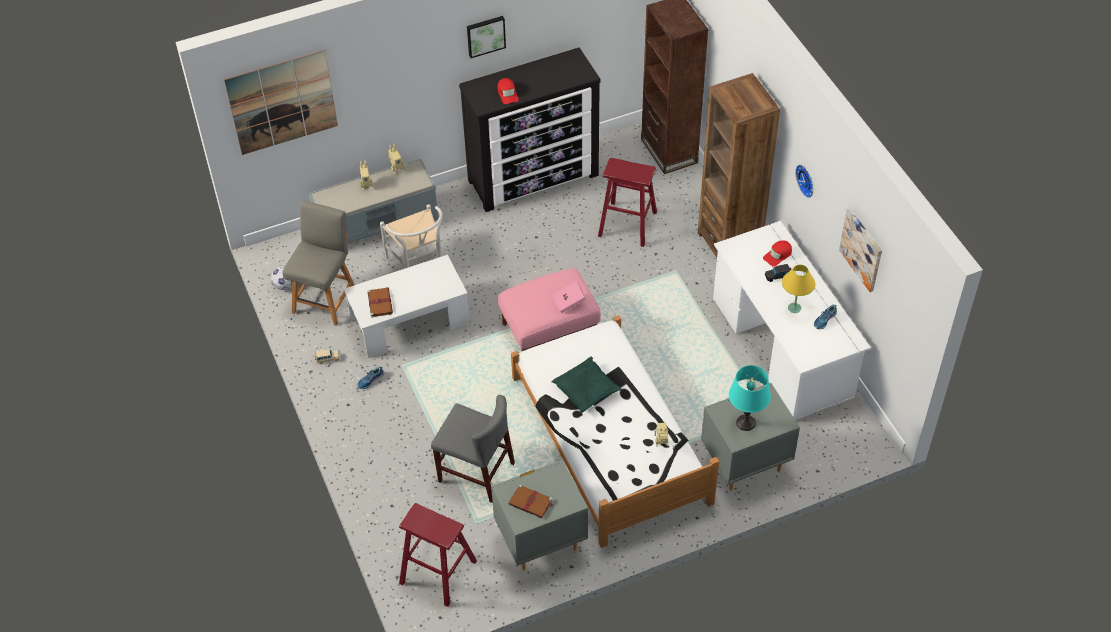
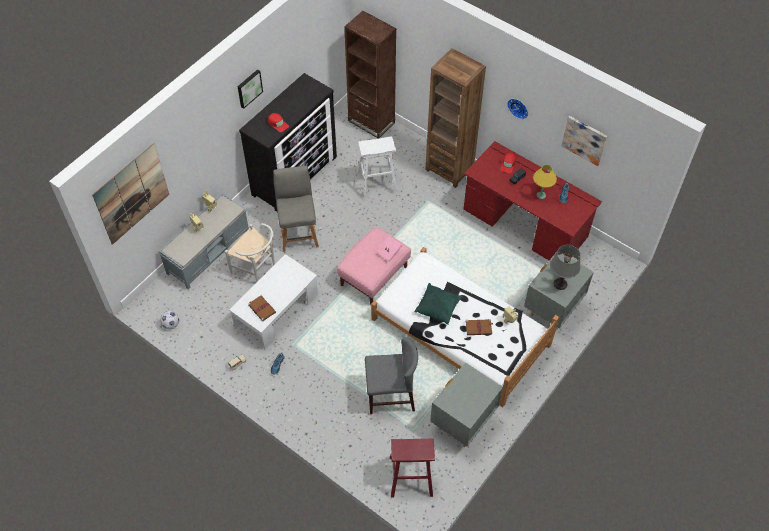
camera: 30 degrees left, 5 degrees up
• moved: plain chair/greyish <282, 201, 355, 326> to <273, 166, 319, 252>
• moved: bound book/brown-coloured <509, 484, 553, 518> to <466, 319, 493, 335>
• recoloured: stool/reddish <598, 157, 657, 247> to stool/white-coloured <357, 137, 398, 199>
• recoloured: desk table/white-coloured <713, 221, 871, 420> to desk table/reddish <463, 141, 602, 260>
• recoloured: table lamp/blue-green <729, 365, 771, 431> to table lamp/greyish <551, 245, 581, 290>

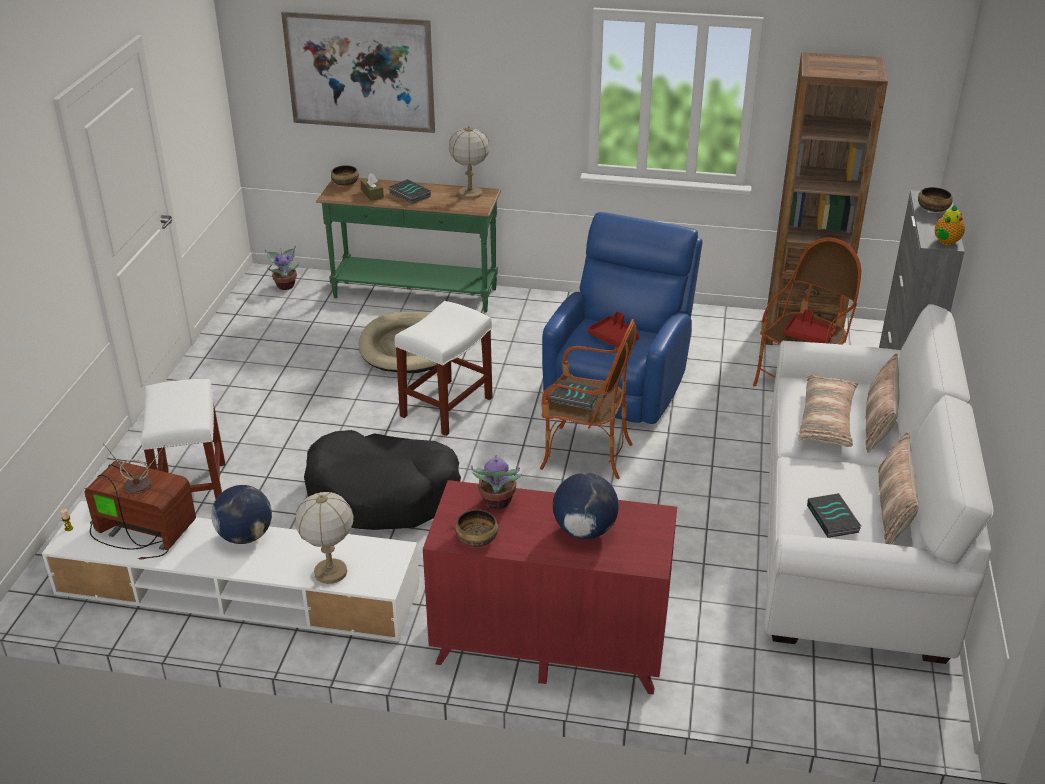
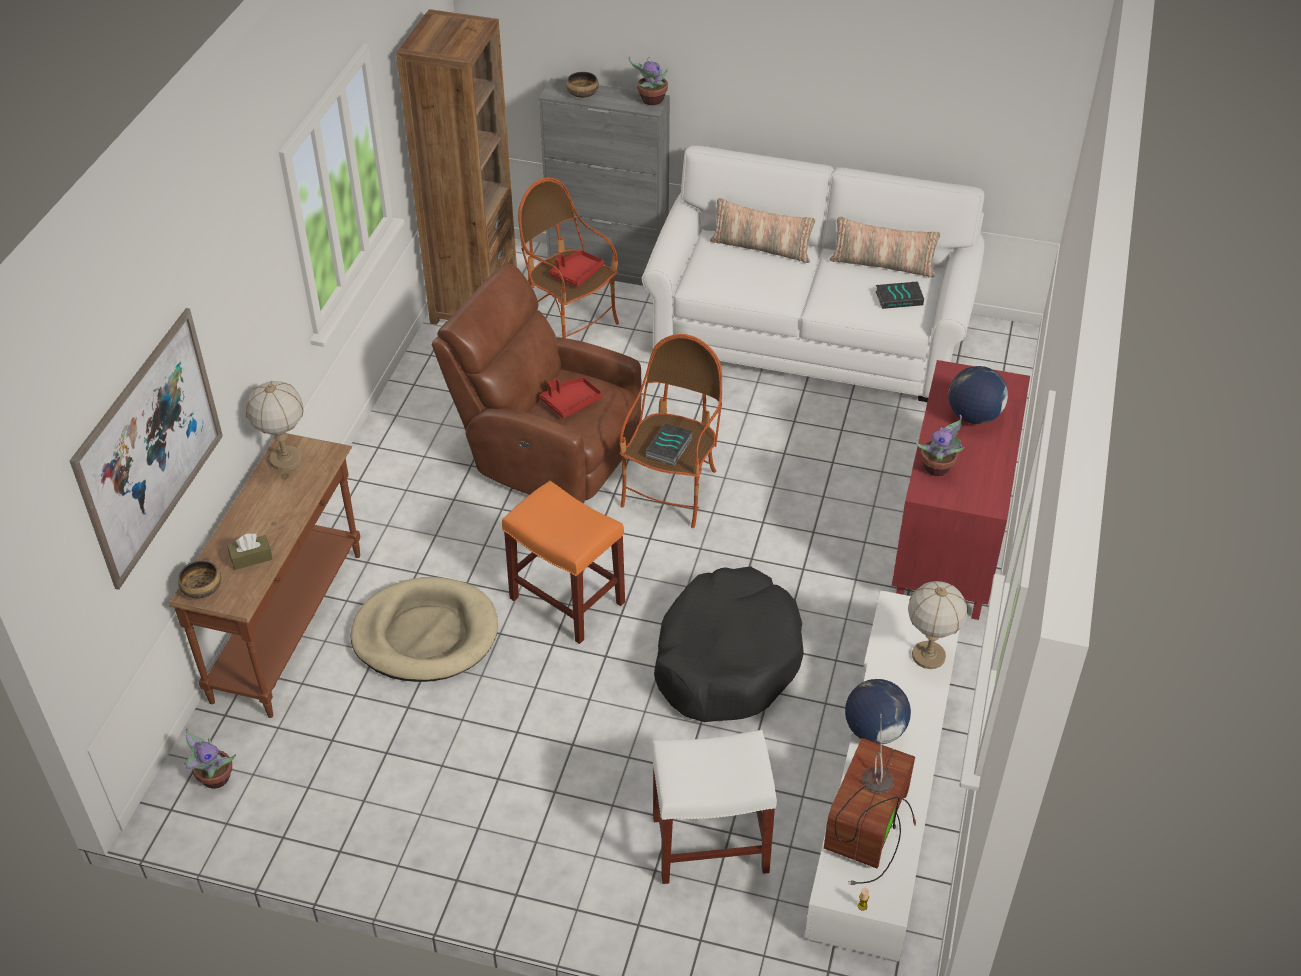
camera: 85 degrees left, 10 degrees up
• removed: bound book <389, 179, 431, 204>
• removed: bowl <455, 509, 498, 547>
• removed: pillow <798, 374, 858, 447>
• replaced: pot for tea <935, 205, 965, 245> to plant in a pot <629, 57, 668, 105>
• recoloured: narrow table/greenish <316, 178, 501, 313> to narrow table/brown-coloured <169, 433, 360, 718>
• recoloured: stool/white-coloured <395, 301, 493, 436> to stool/orange-coloured <502, 481, 625, 644>
• recoloured: easy chair/bluish <542, 212, 703, 424> to easy chair/brown-coloured <432, 264, 642, 504>

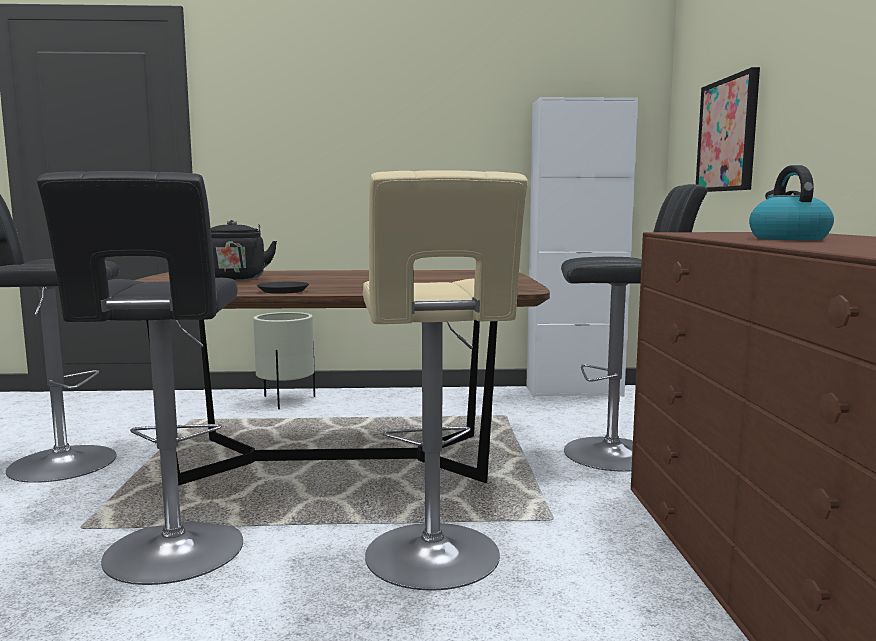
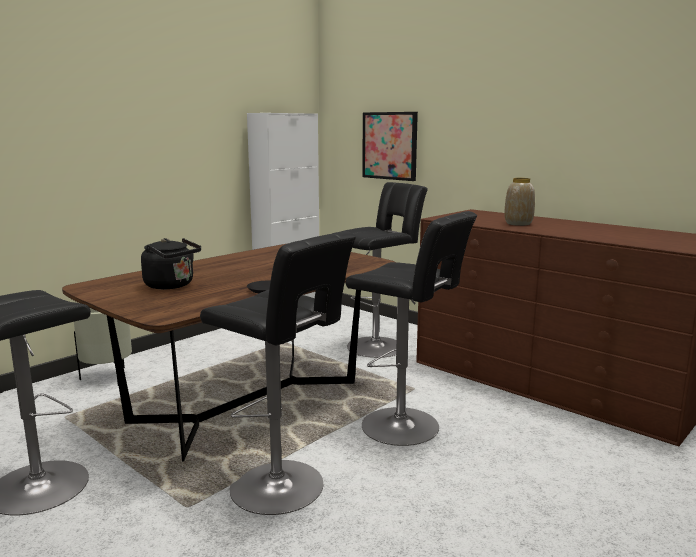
camera: 45 degrees left, 5 degrees up
• replaced: water kettle <749, 165, 834, 240> to vase <504, 178, 535, 226>
• recoloured: stool/sand-coloured <363, 170, 527, 590> to stool/blackish <346, 211, 477, 446>

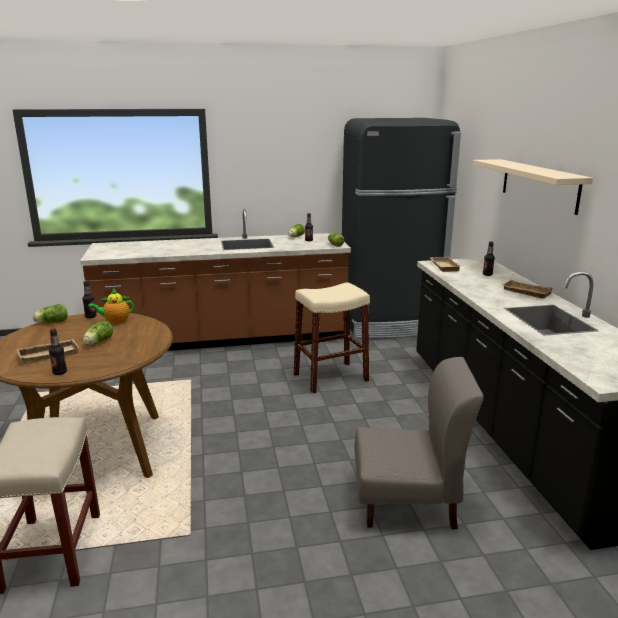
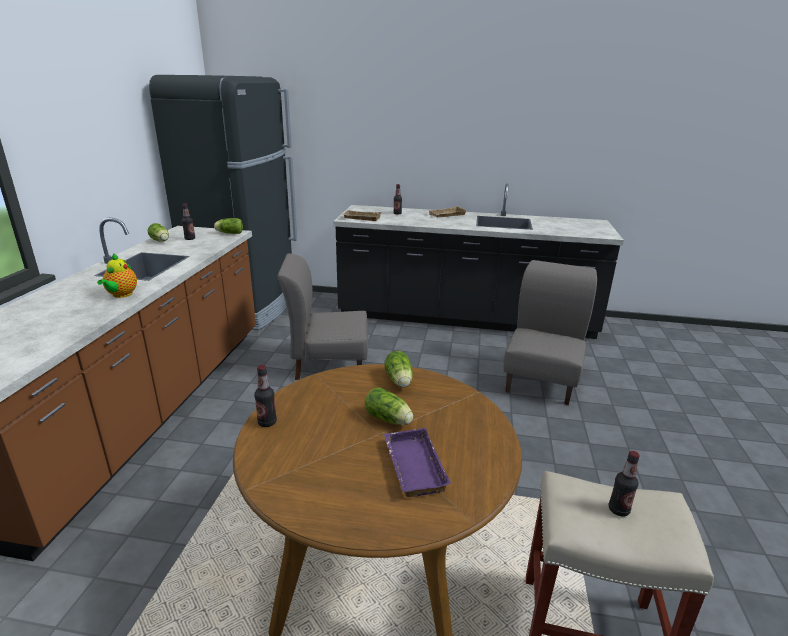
camera: 70 degrees left, 5 degrees up
• removed: wall shelf/sand-coloured <473, 159, 593, 215>
• moved: lettuce <33, 304, 67, 323> to <385, 351, 413, 387>
• moved: bottle <49, 328, 67, 375> to <608, 451, 640, 517>
• moved: pot for tea <88, 289, 134, 324> to <97, 253, 137, 298>
• replaced: stool/sand-coloured <294, 282, 370, 394> to plain chair/greyish <278, 254, 368, 380>
• recoloured: carrying tray/sand-coloured <17, 339, 79, 364> to carrying tray/purplish <384, 428, 451, 497>

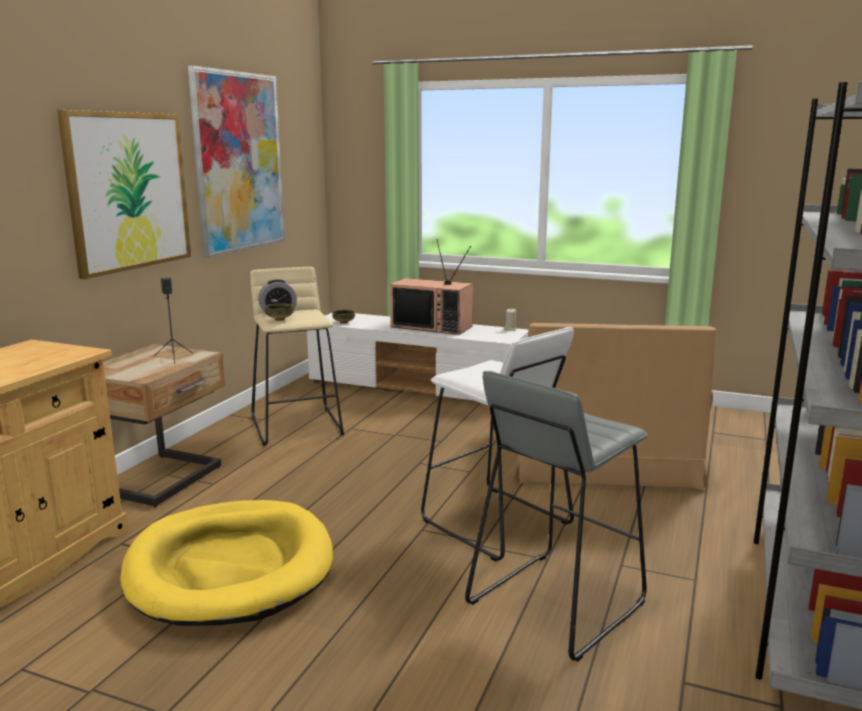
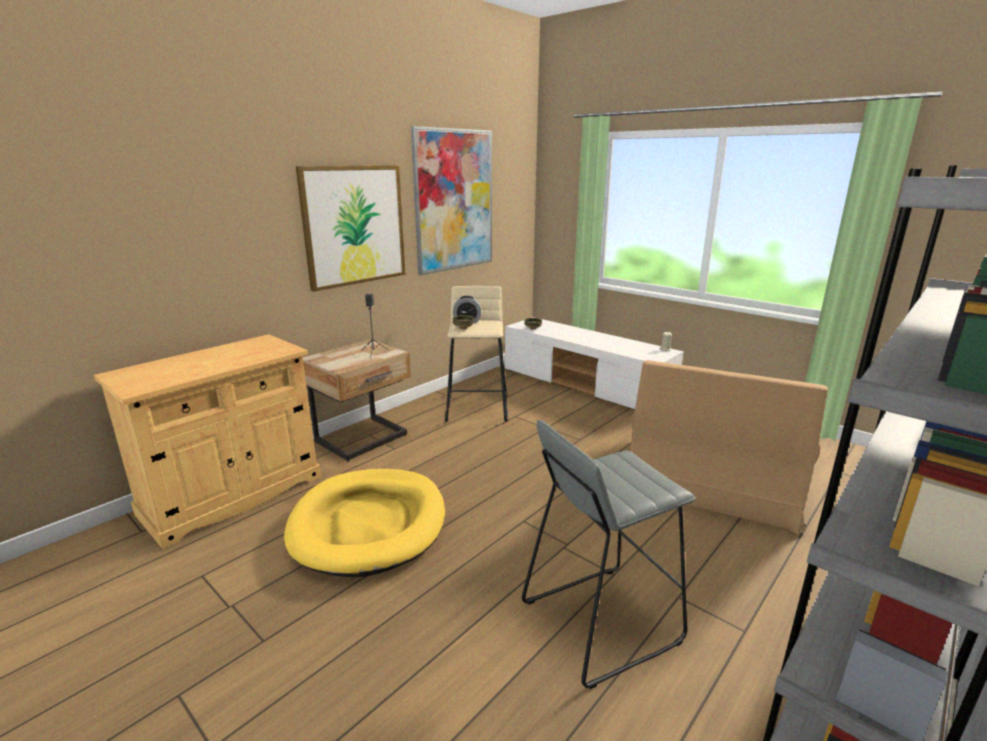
camera: 20 degrees right, 5 degrees up
• removed: TV set <390, 239, 473, 335>
• removed: stool/white-coloured <421, 327, 574, 562>

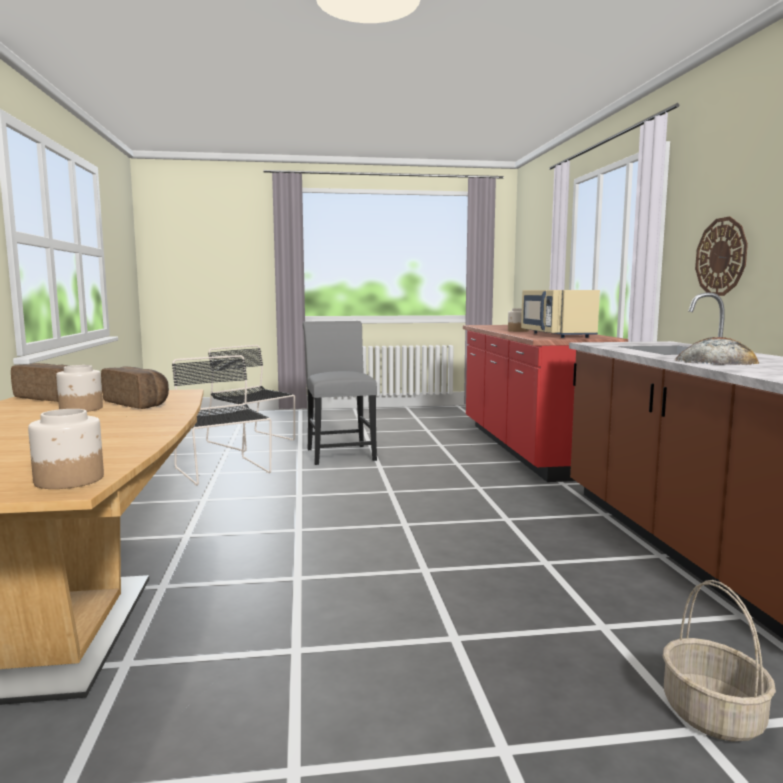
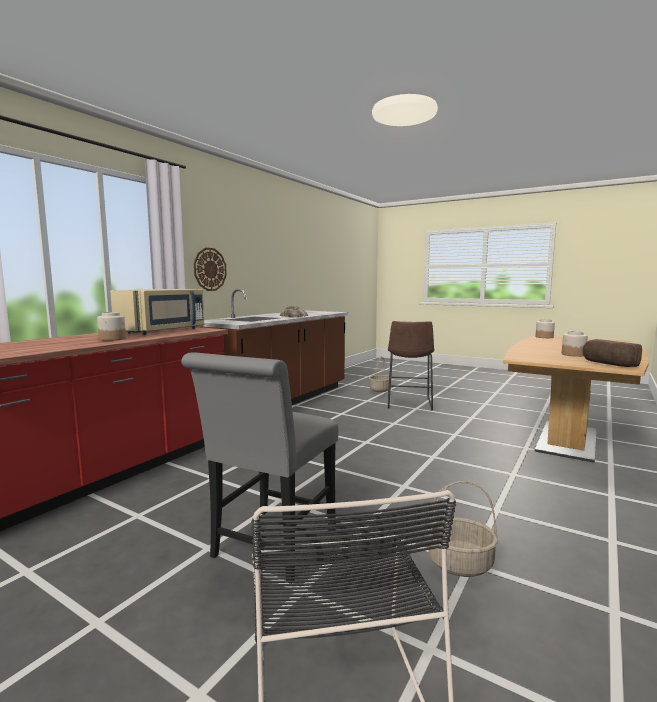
camera: 140 degrees left, 0 degrees up
• removed: baked bread <101, 367, 169, 409>
• added: stool/brown-coloured <388, 321, 434, 410>
• replaced: plain chair/blackish <172, 355, 271, 486> to basket <427, 481, 498, 577>

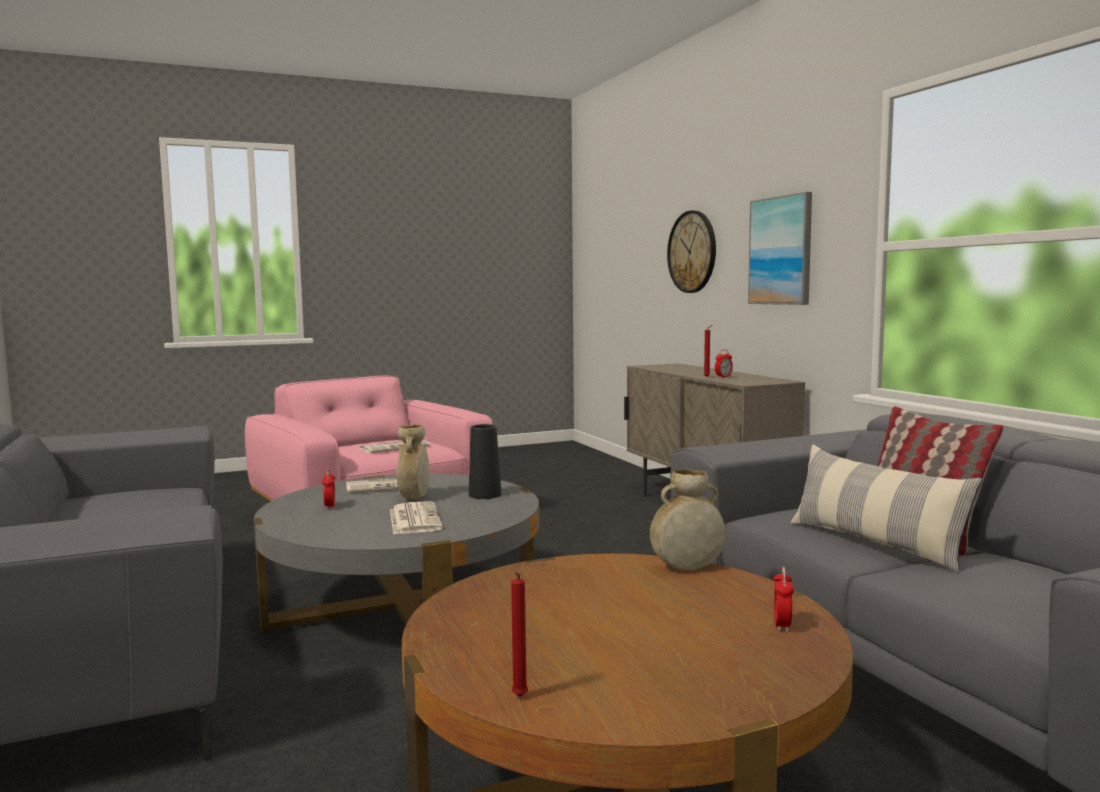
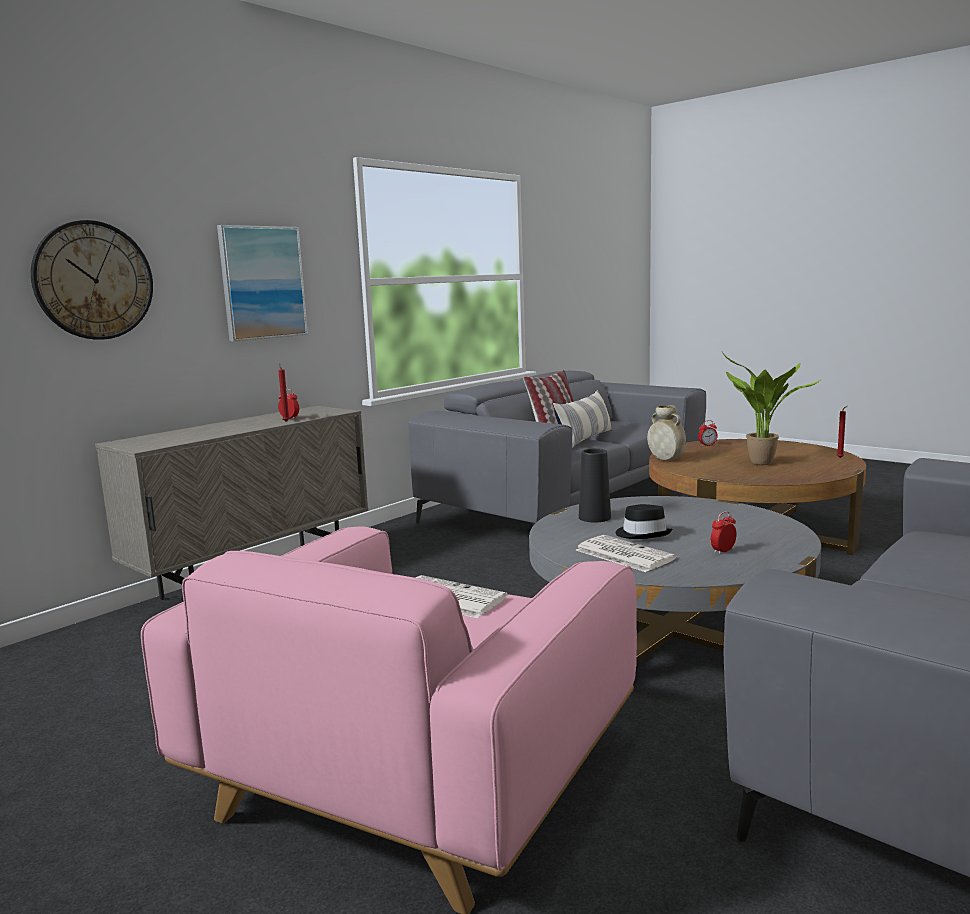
camera: 115 degrees left, 5 degrees up
• removed: newspaper <390, 501, 443, 535>
• added: plant in a pot <722, 352, 820, 465>
• replaced: vase/sand-coloured <396, 425, 429, 499> to wearable hat/blackish <616, 504, 672, 539>

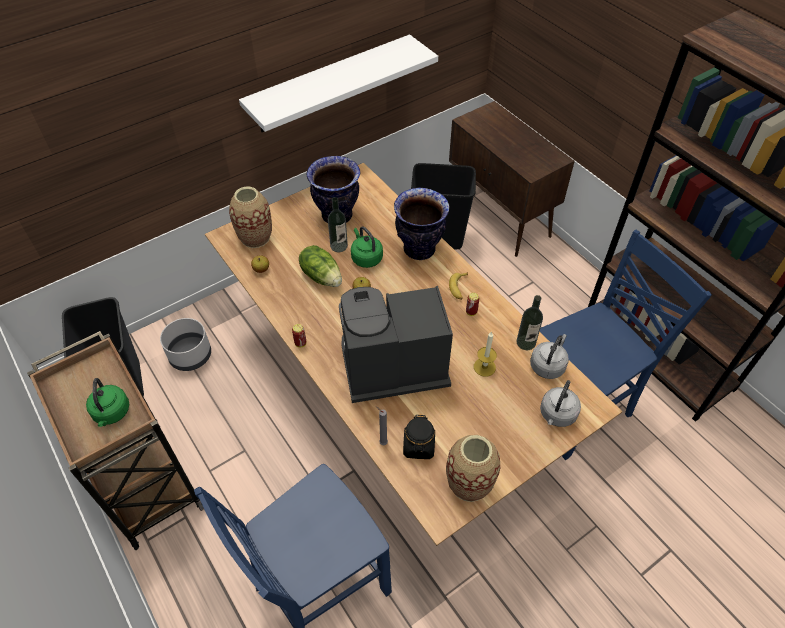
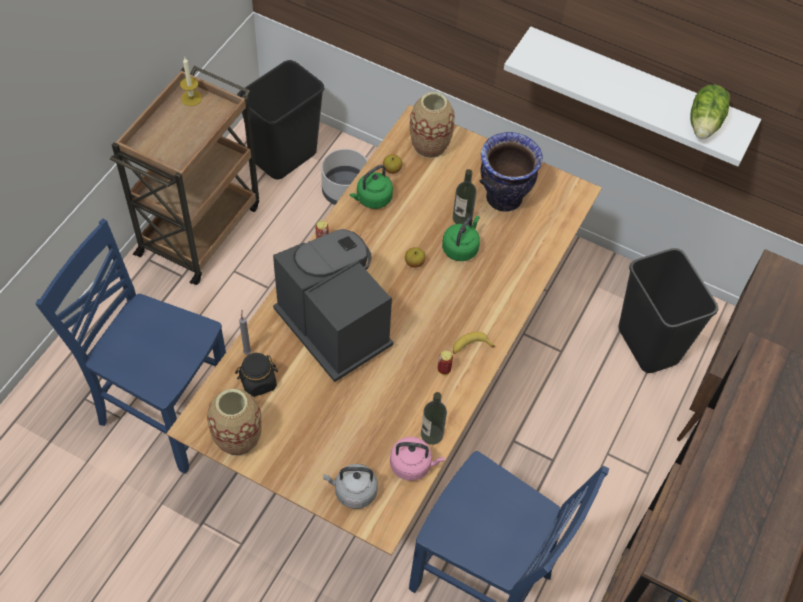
camera: 60 degrees right, 5 degrees up
• removed: vase <394, 188, 449, 260>
• moved: water kettle/greenish <86, 378, 129, 427> to <350, 165, 393, 209>
• moved: lettuce <299, 245, 342, 287> to <690, 85, 730, 139>
• moved: candle <474, 331, 497, 377> to <180, 58, 202, 106>
• recoloured: water kettle/greyish <530, 334, 569, 379> to water kettle/pink <390, 437, 445, 481>

